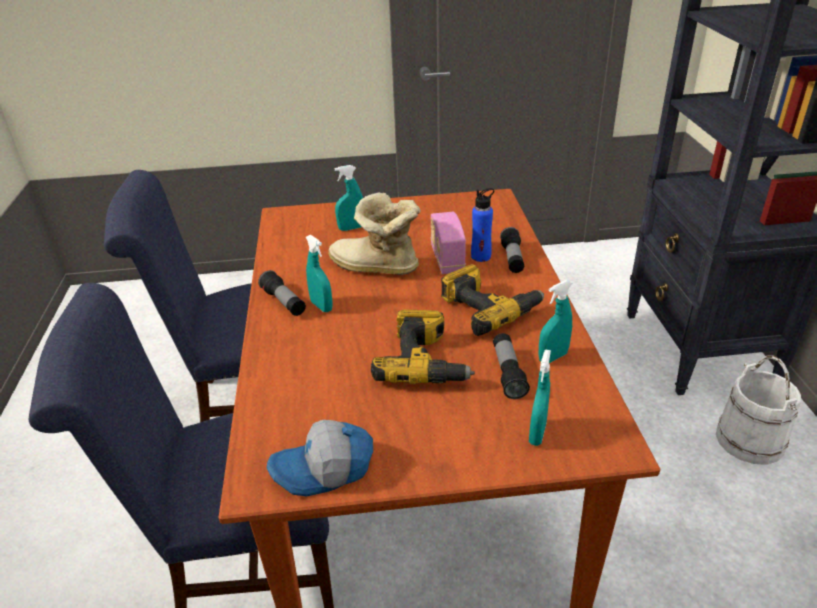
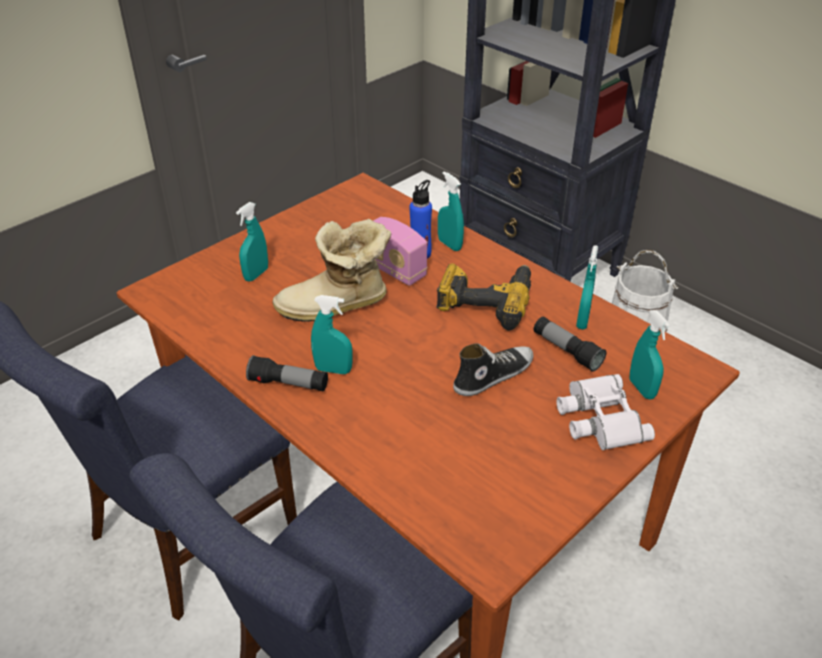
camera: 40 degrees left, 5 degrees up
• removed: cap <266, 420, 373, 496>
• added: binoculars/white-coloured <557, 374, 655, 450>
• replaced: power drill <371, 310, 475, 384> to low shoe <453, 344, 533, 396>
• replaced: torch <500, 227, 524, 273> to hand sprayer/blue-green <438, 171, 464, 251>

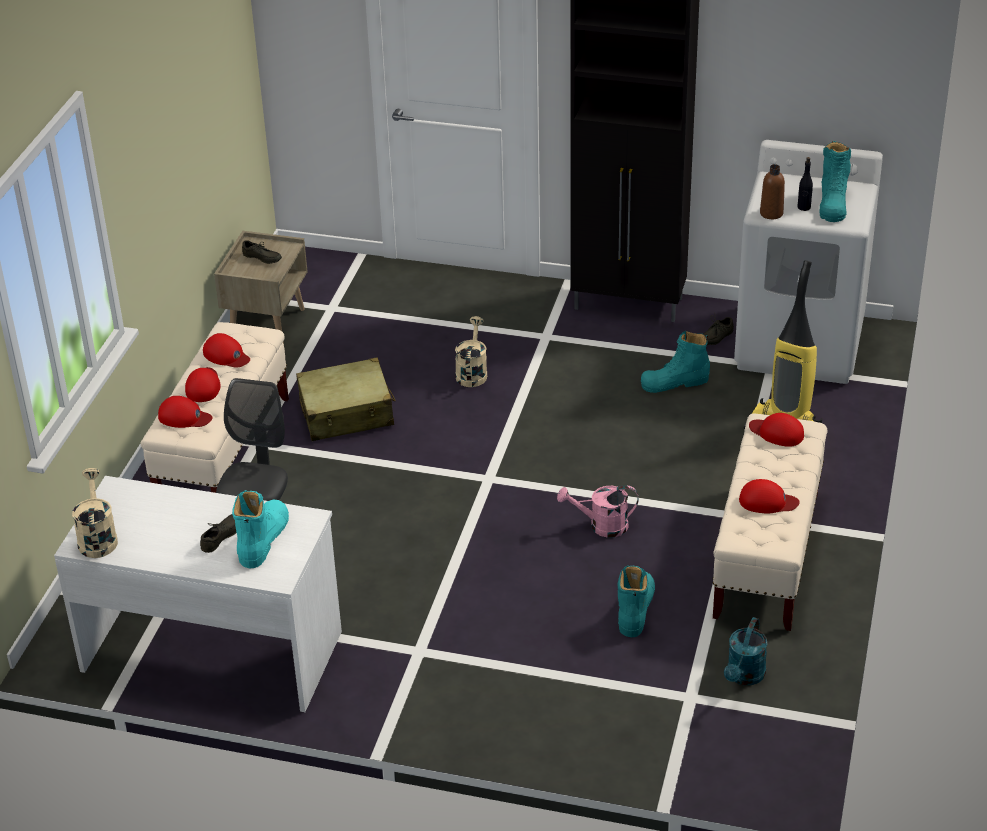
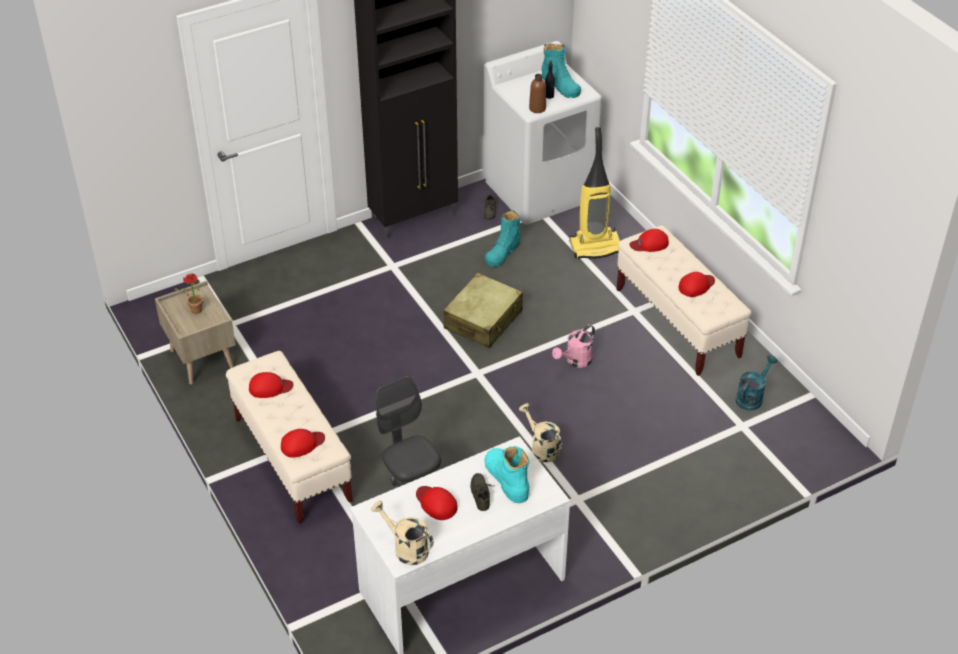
camera: 45 degrees left, 5 degrees up
• removed: tall boot/blue-green <618, 565, 655, 637>
• moved: cap/reddish <185, 367, 221, 402> to <416, 486, 457, 520>
• moved: suitcase/sand-coloured <296, 357, 396, 441> to <443, 273, 523, 348>
• moved: watering can/sand-coloured <455, 316, 487, 387> to <519, 403, 562, 462>
• replaced: low shoe/greyish <242, 240, 282, 264> to plant in a pot <174, 274, 204, 314>
• turned: watering can/blue-green <724, 617, 767, 685> = <736, 355, 778, 411> 120 degrees counterclockwise

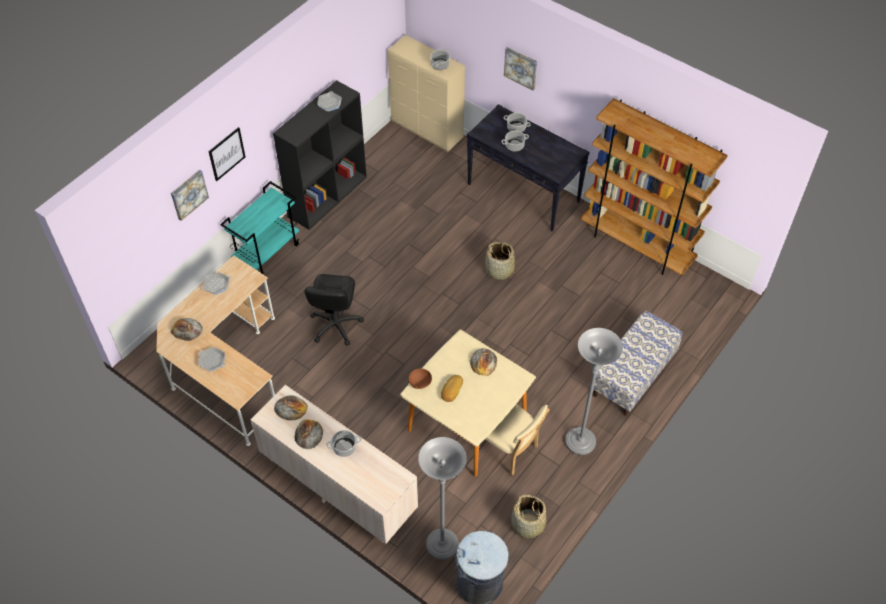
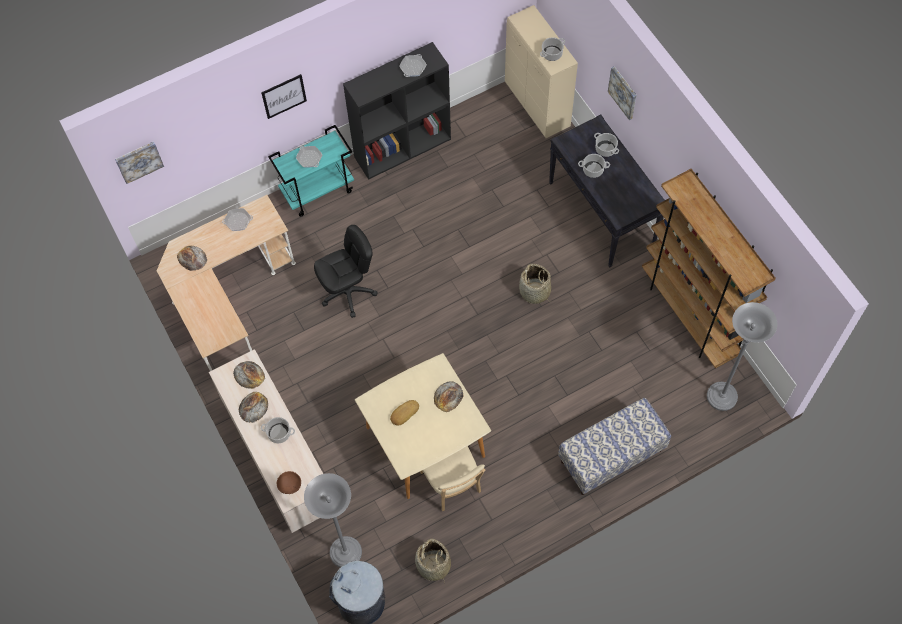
camera: 25 degrees right, 10 degrees up
• moved: wall picture <171, 170, 209, 221> to <115, 141, 164, 184>
• moved: skillet <198, 347, 225, 371> to <296, 146, 322, 168>
• moved: bowl/brown-coloured <409, 368, 432, 389> to <277, 471, 301, 494>
• moved: floor lamp/greyish <565, 328, 623, 455> to <707, 302, 777, 411>
• turned: office chair/blackish <305, 274, 364, 345> = <314, 225, 377, 318> 150 degrees counterclockwise

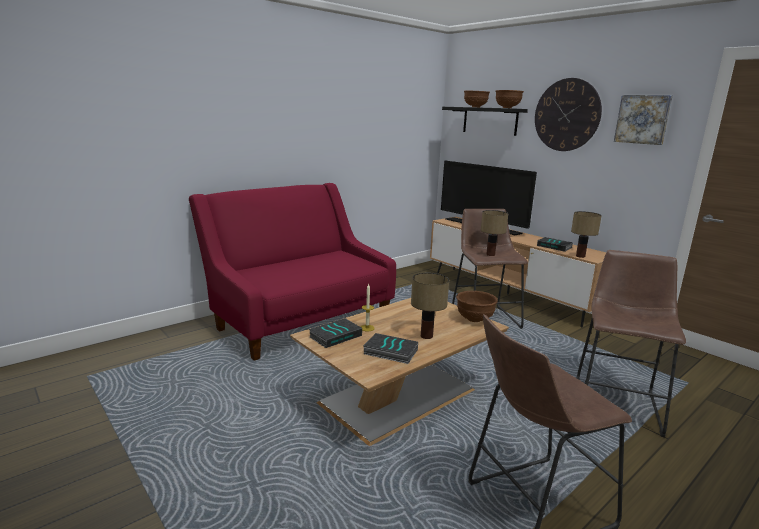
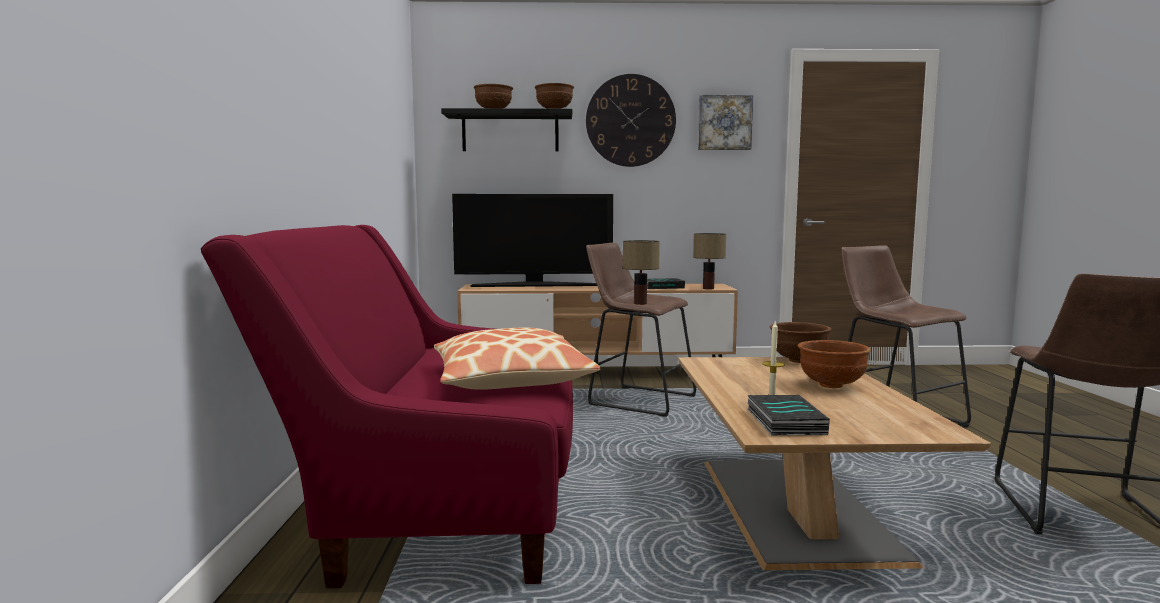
camera: 50 degrees left, 10 degrees down
• removed: bound book <363, 333, 418, 364>
• added: pillow <434, 328, 600, 390>
• replaced: table lamp <411, 273, 449, 339> to bowl/brown-coloured <798, 340, 871, 388>

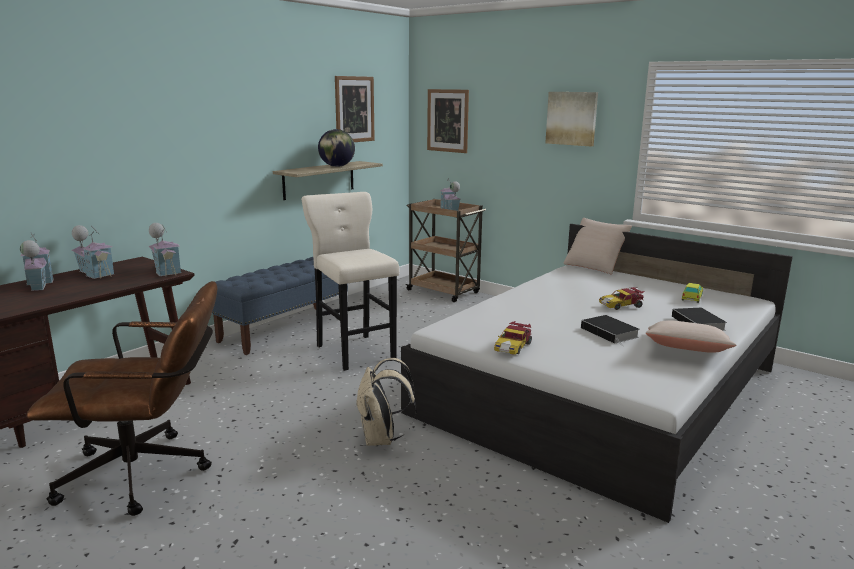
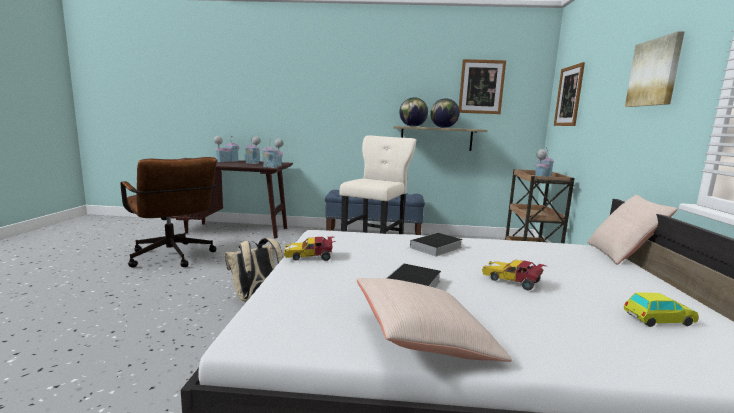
camera: 55 degrees right, 5 degrees down
• added: globe <400, 97, 428, 127>
• moved: bound book <672, 308, 727, 331> to <406, 233, 463, 256>

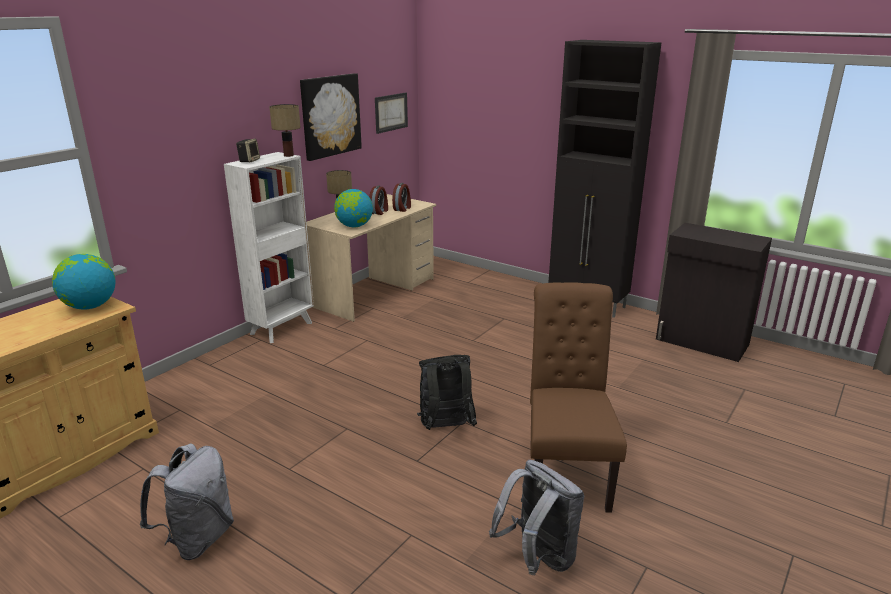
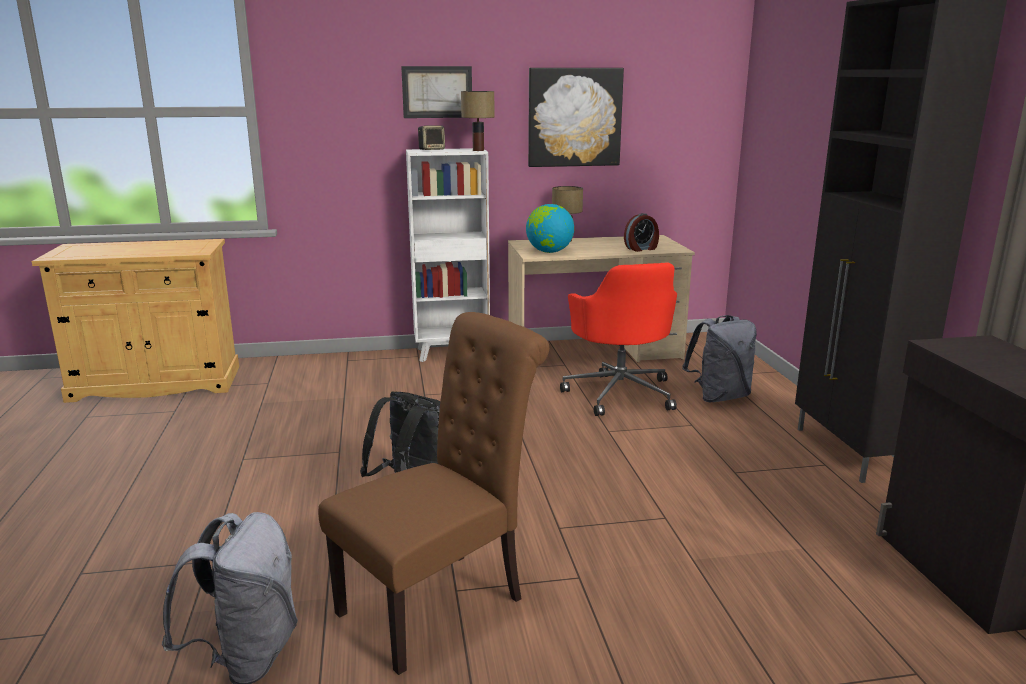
camera: 45 degrees right, 5 degrees down
• removed: globe <52, 254, 116, 310>
• removed: alarm clock <369, 185, 388, 215>
• added: office chair/reddish <560, 262, 677, 416>
• moved: rucksack/greyish <140, 443, 234, 560> to <682, 315, 757, 402>
• moved: wall picture <375, 93, 408, 134> to <401, 66, 472, 118>

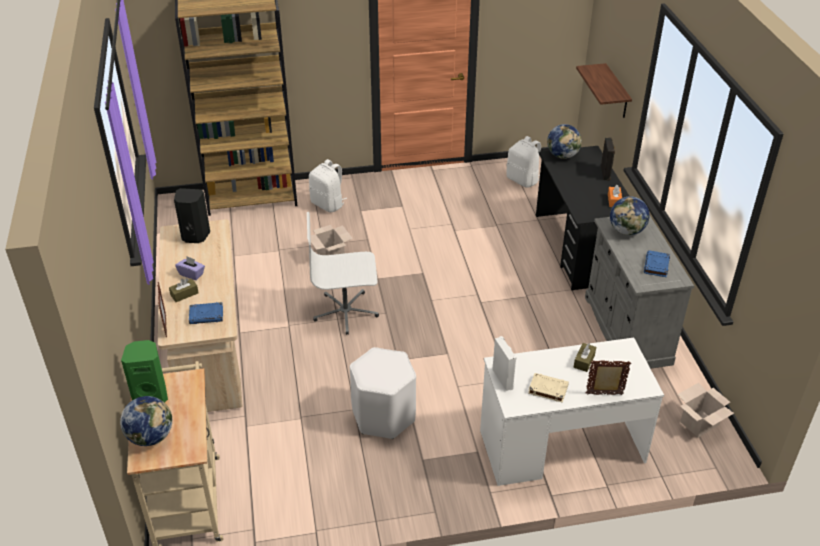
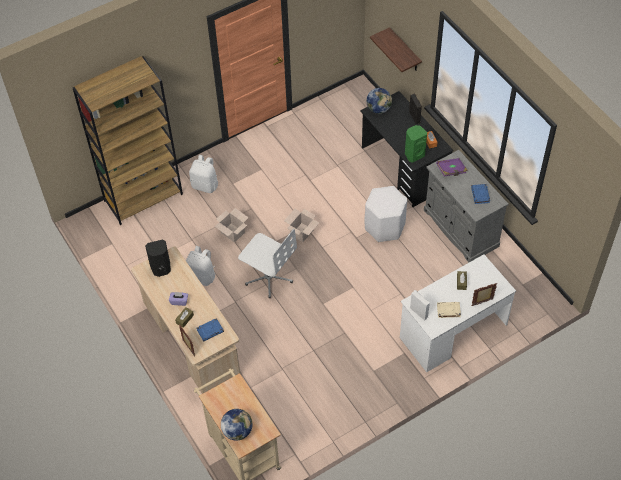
camera: 20 degrees left, 15 degrees up
• moved: loudspeaker/greenish <121, 340, 168, 403> to <405, 125, 427, 163>
• moved: stool/white-coloured <350, 347, 416, 439> to <365, 186, 407, 242>
• moved: rucksack/white-coloured <506, 136, 541, 188> to <186, 246, 215, 286>
• moved: carton <677, 383, 734, 437> to <284, 209, 319, 242>
• replaced: globe <610, 196, 650, 235> to bound book/purplish <436, 158, 468, 177>
• turned: office chair/white-coloured <307, 212, 379, 335> = <238, 229, 297, 298> 120 degrees counterclockwise

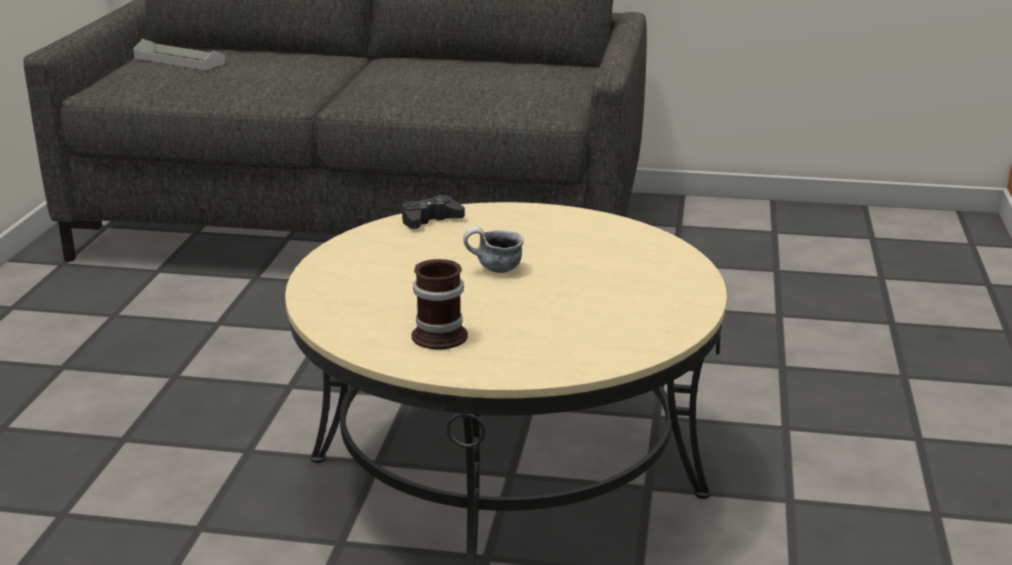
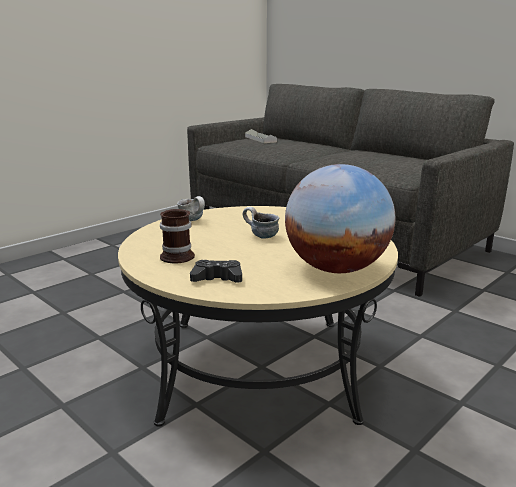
camera: 35 degrees right, 5 degrees down
• added: coffee mug <177, 196, 205, 221>
• added: globe <285, 164, 395, 273>
• moved: gamepad/blackish <402, 195, 465, 229> to <190, 260, 242, 283>

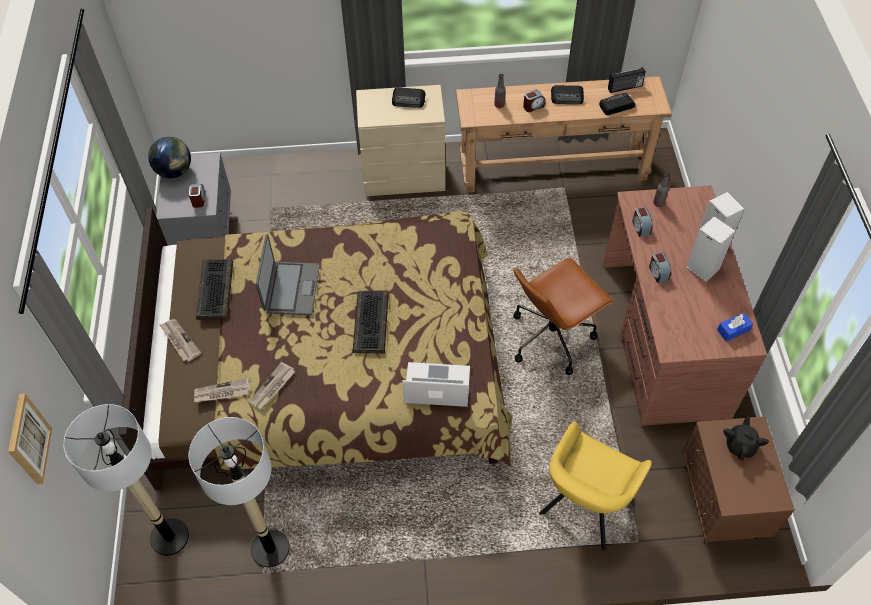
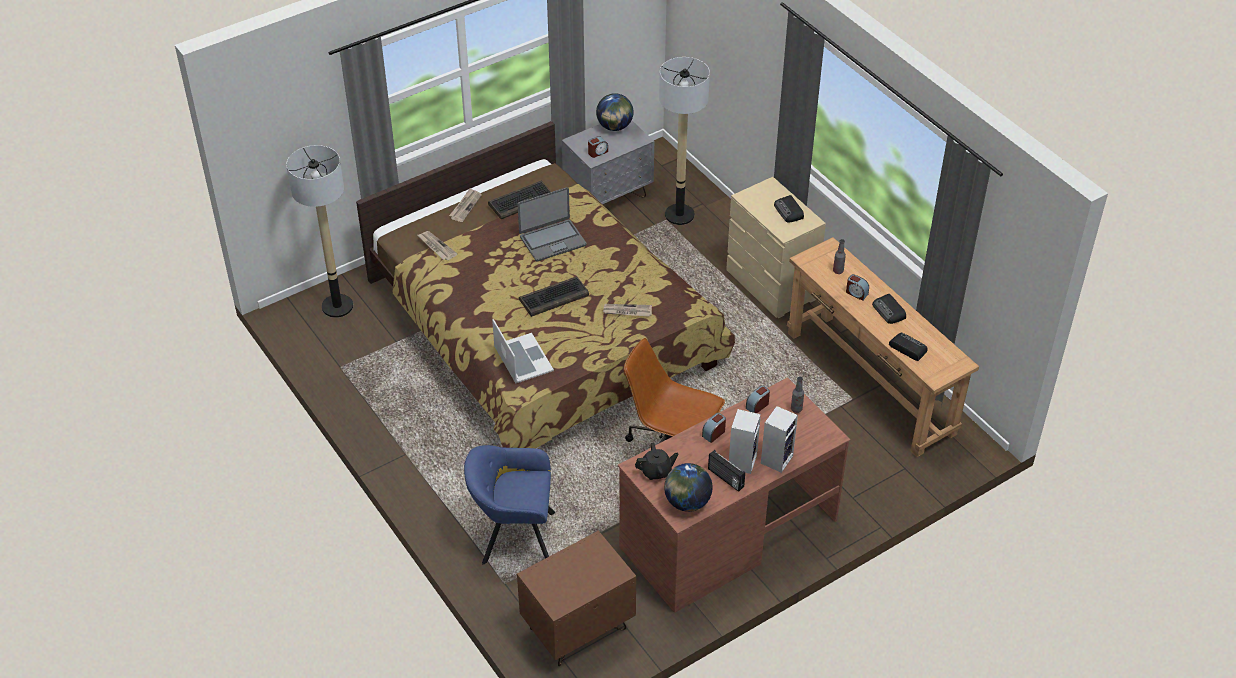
camera: 60 degrees right, 10 degrees down
• removed: wall picture <8, 393, 52, 484>
• moved: floor lamp <189, 417, 289, 567> to <659, 57, 710, 225>
• moved: newspaper <249, 362, 295, 409> to <603, 304, 652, 317>
• moved: radio receiver <608, 67, 646, 93> to <708, 450, 745, 492>
• moved: pot for tea/blackish <724, 415, 769, 460> to <635, 443, 679, 480>
• replaced: box of tissues/bluish <717, 313, 753, 342> to globe <664, 463, 713, 512>
• recoloured: easy chair/yellow <539, 421, 652, 551> to easy chair/bluish <464, 445, 555, 564>

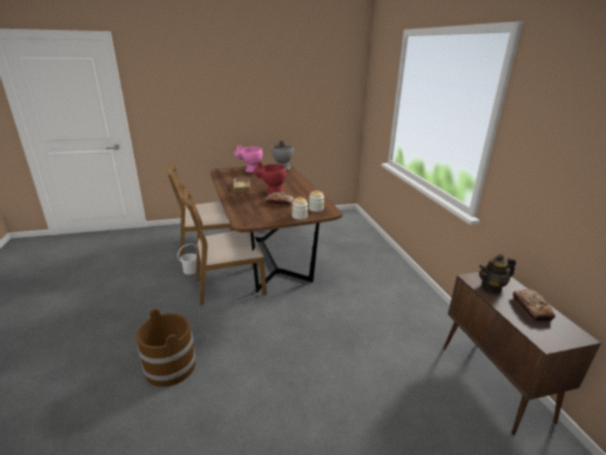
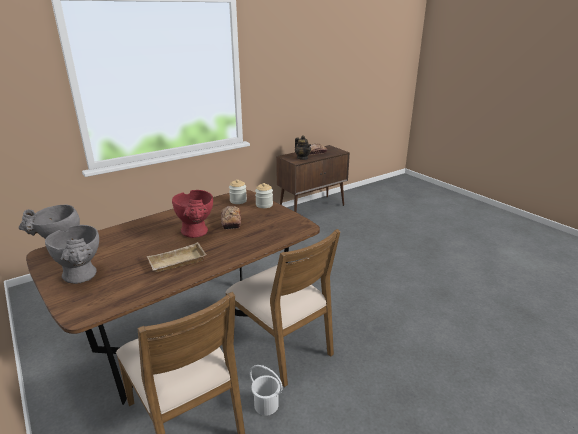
camera: 110 degrees left, 0 degrees up
• removed: bucket/brown-coloured <136, 308, 196, 387>
• recoloured: vase/pink <234, 145, 263, 173> to vase/greyish <45, 225, 99, 284>

